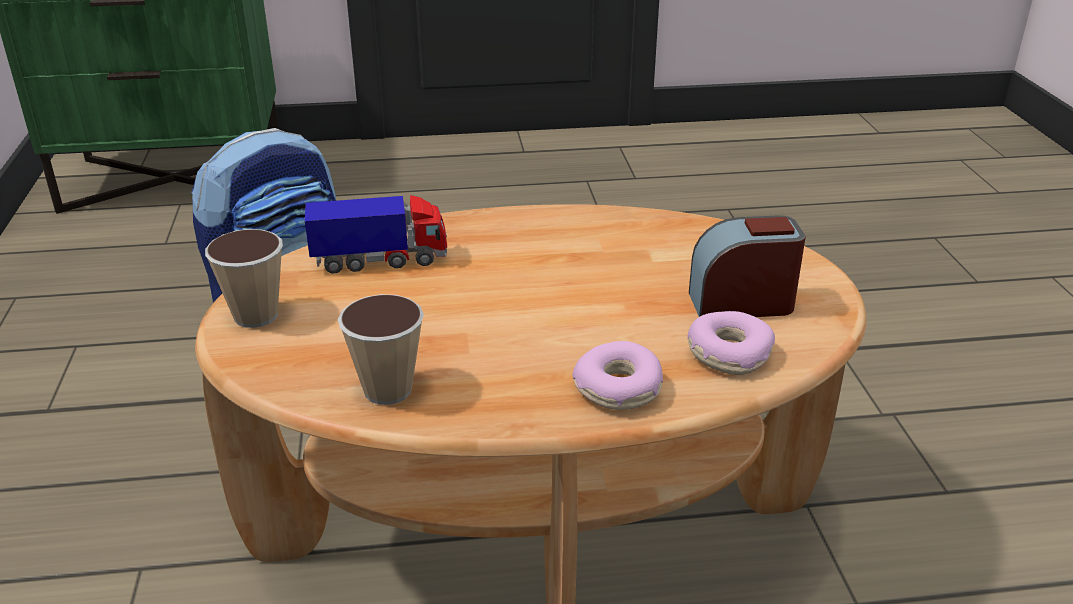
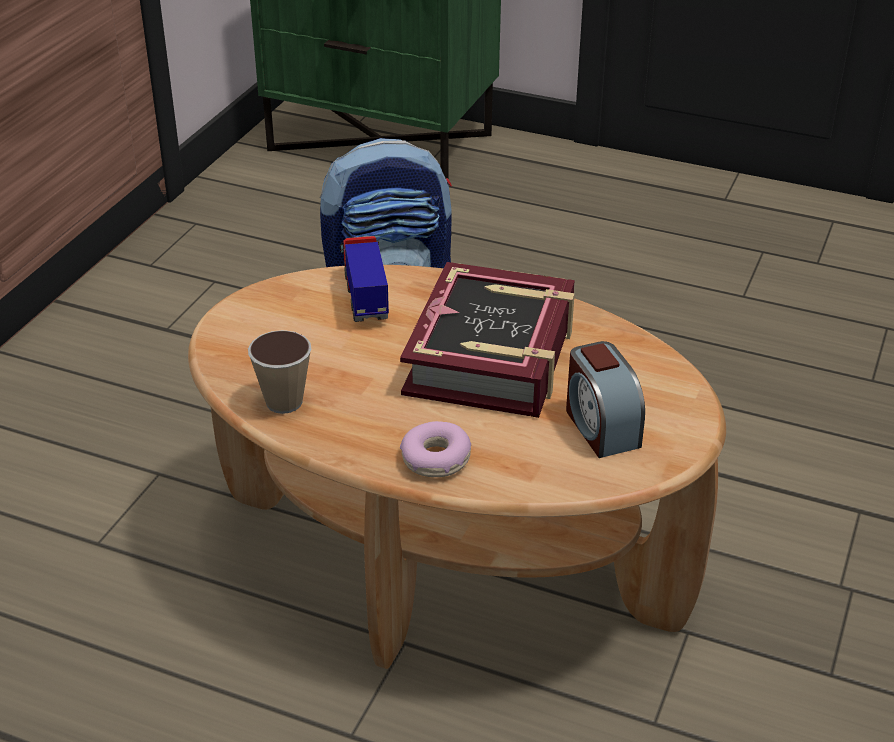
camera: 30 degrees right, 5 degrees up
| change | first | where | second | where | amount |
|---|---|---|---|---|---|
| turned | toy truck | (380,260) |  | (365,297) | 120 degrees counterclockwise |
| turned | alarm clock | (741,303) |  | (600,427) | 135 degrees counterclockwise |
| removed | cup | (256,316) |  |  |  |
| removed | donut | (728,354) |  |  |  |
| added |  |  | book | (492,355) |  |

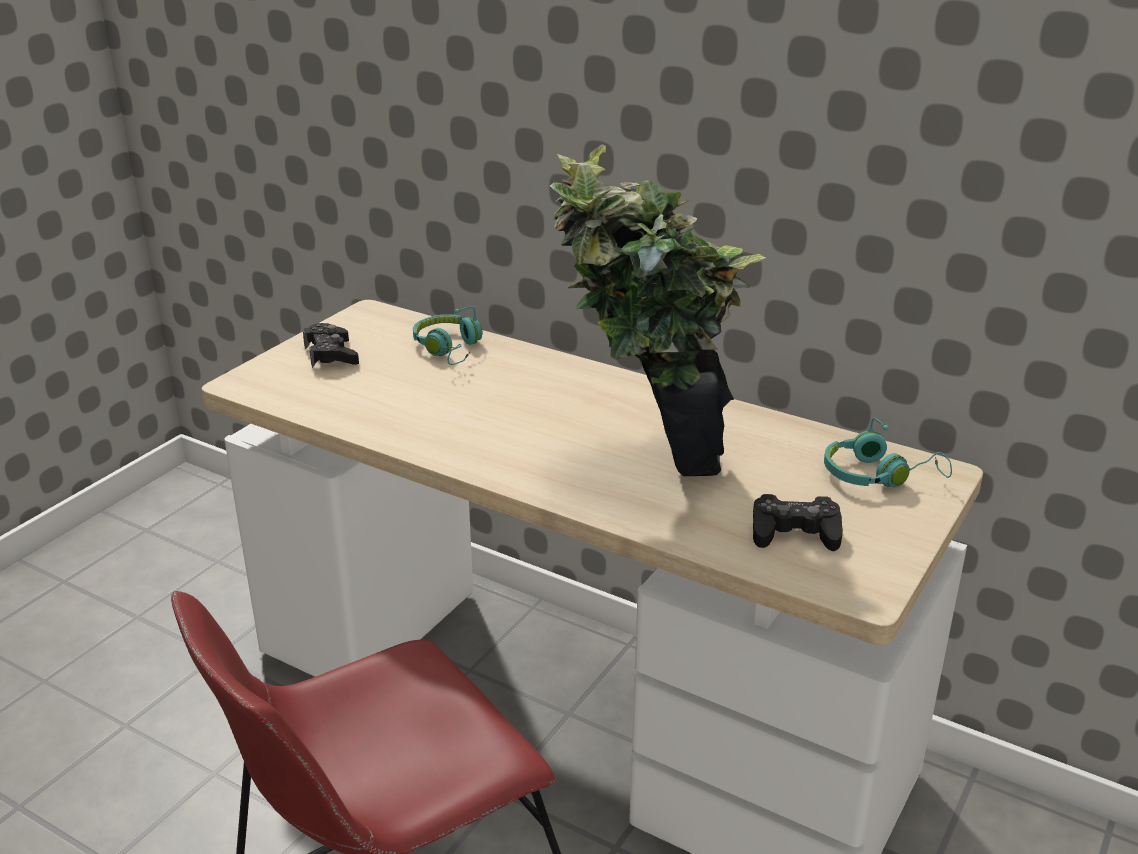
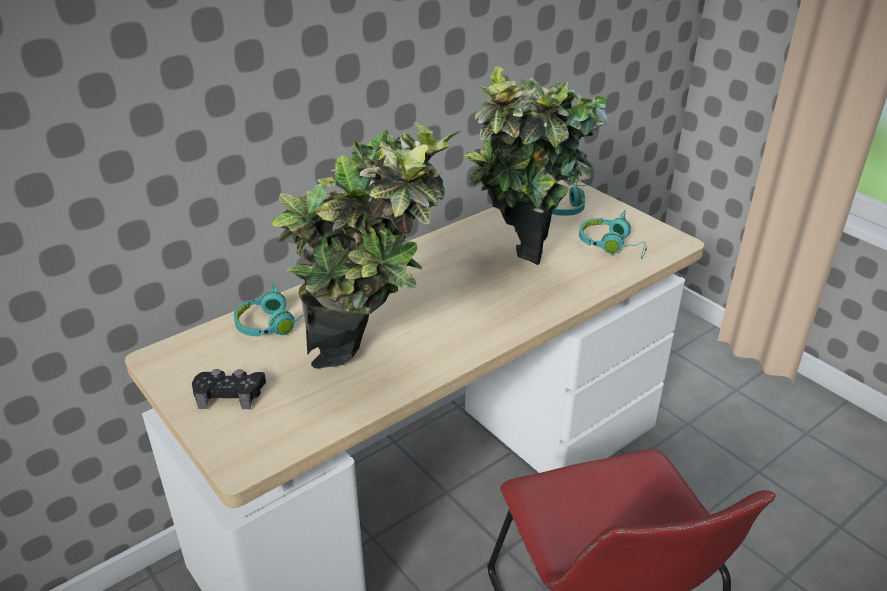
camera: 70 degrees left, 5 degrees up
| change | first | where | second | where | amount |
|---|---|---|---|---|---|
| replaced | game controller in black | (794,532) | headphones in turquoise | (612,246) |  |
| added |  |  | potted plant | (375,369) |  |

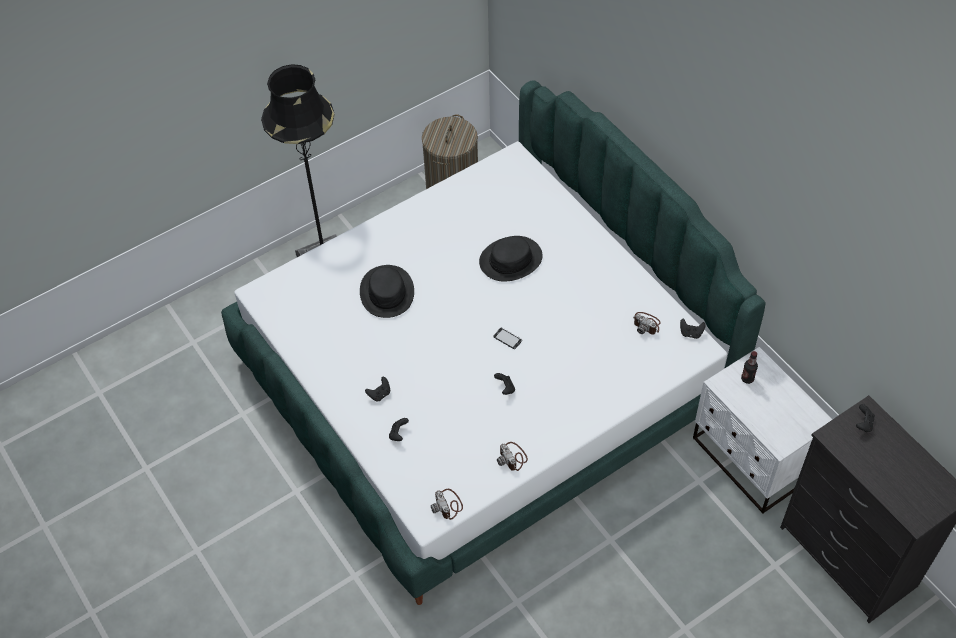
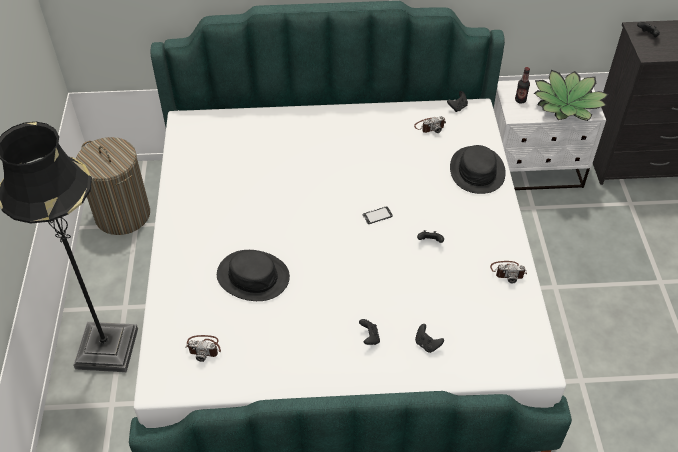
camera: 60 degrees left, 5 degrees down
| change | first | where | second | where | amount |
|---|---|---|---|---|---|
| moved | hat in black | (510,259) |  | (477,171) |  |
| moved | photo camera | (448,505) |  | (204,347) |  |
| added |  |  | potted plant | (567,104) |  |

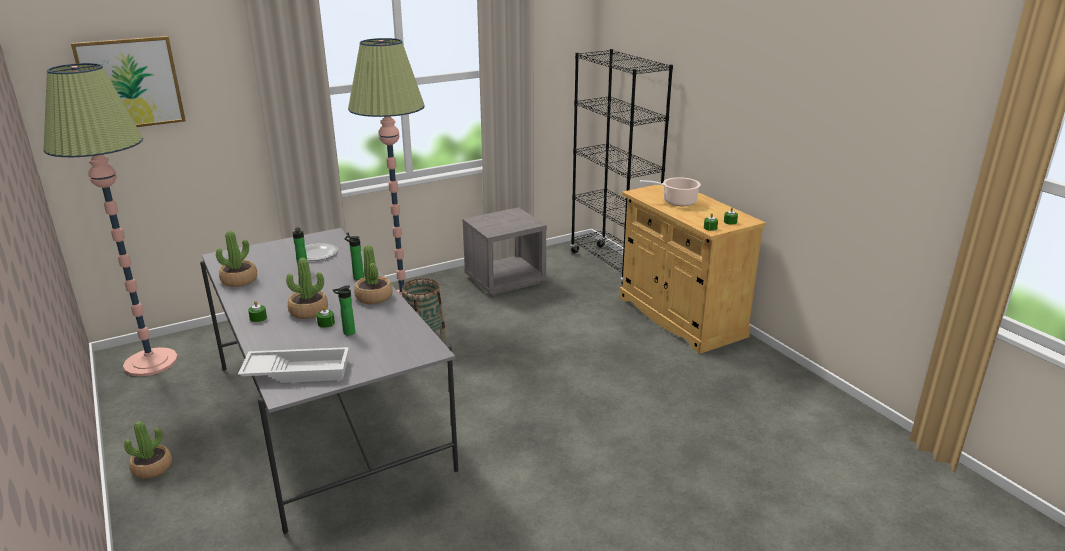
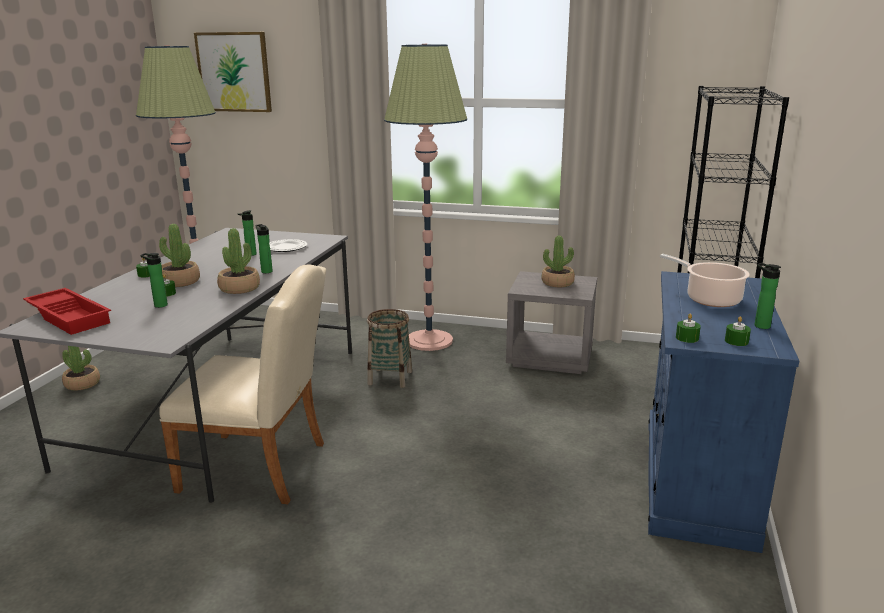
camera: 45 degrees right, 5 degrees down
| change | first | where | second | where | amount |
|---|---|---|---|---|---|
| recoloured | cabinet in beige | (680,316) | cabinet in blue | (696,479) |  |
| moved | potted plant | (239,280) |  | (557,283) |  |
| recoloured | tray in white | (298,371) | tray in red | (70,316) |  |
| added |  |  | bottle | (759,325) |  |
| added |  |  | chair in beige | (263,468) |  |

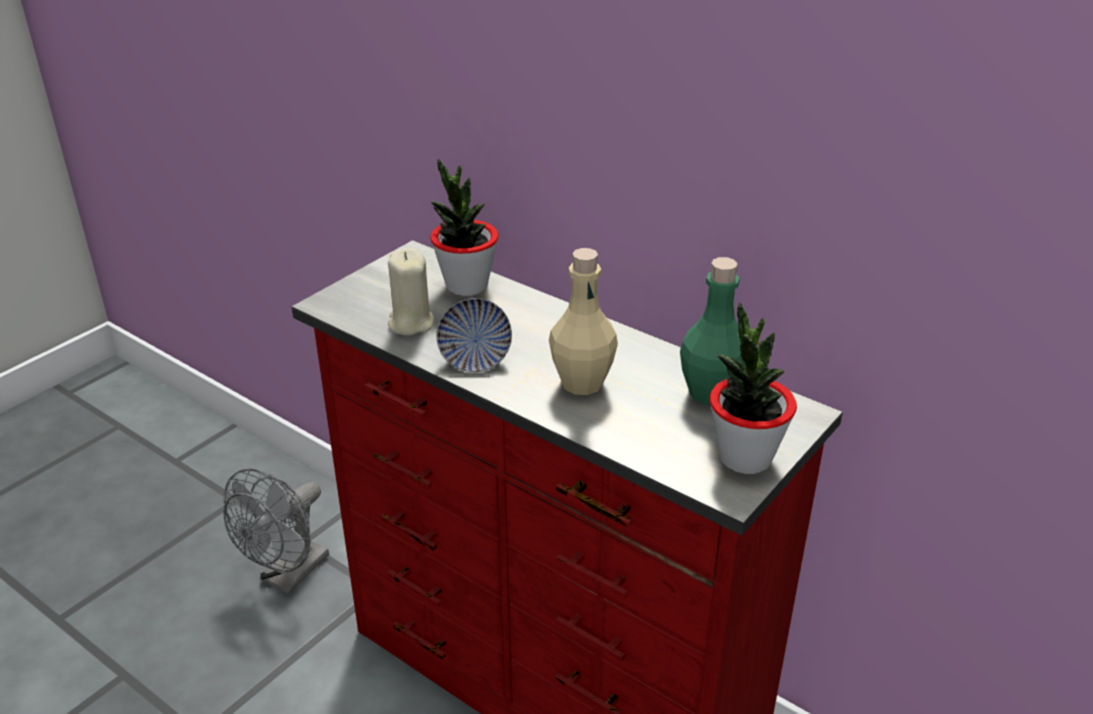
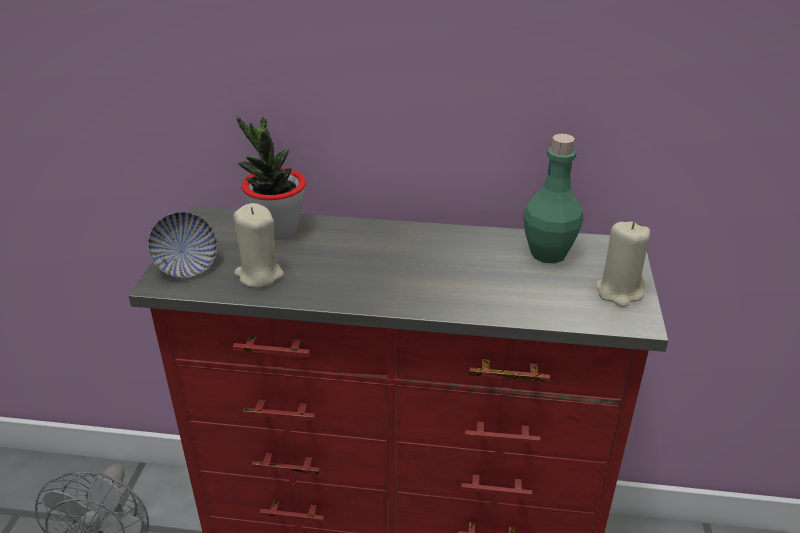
camera: 30 degrees left, 0 degrees up
| change | first | where | second | where | amount |
|---|---|---|---|---|---|
| removed | bottle in beige | (582,383) |  |  |  |
| moved | bowl | (475,359) |  | (186,266) |  |
| replaced | potted plant | (744,457) | candle in beige | (619,292) |  |

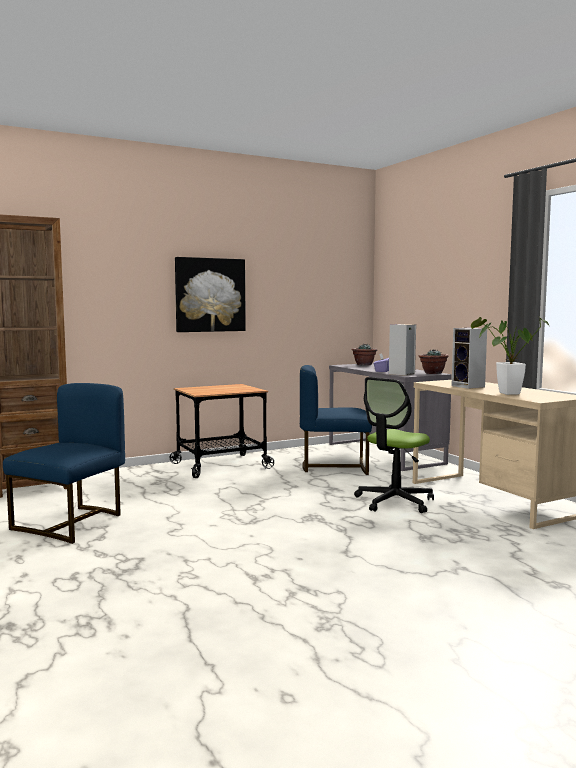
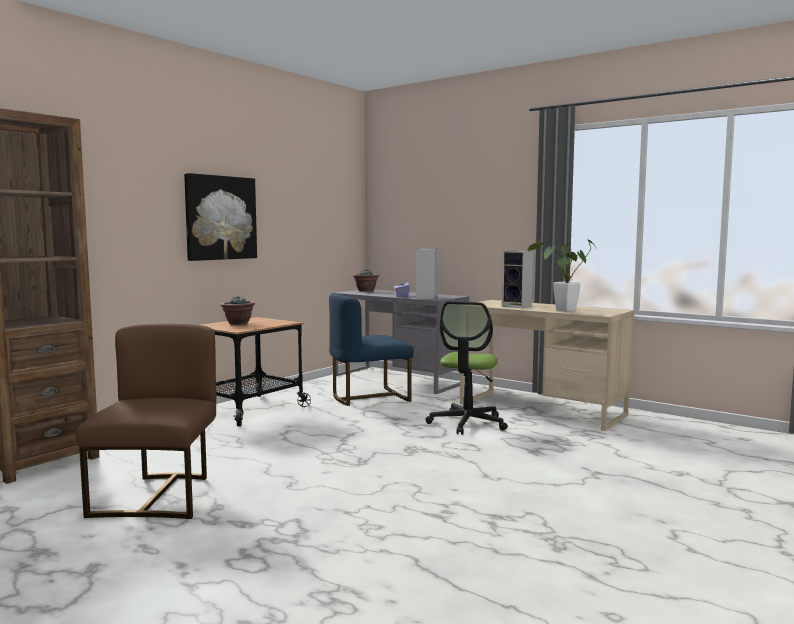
camera: 25 degrees left, 0 degrees up
| change | first | where | second | where | amount |
|---|---|---|---|---|---|
| moved | potted plant | (433,373) |  | (238,323) |  |
| recoloured | chair in blue | (72,523) | chair in brown | (158,496) |  |

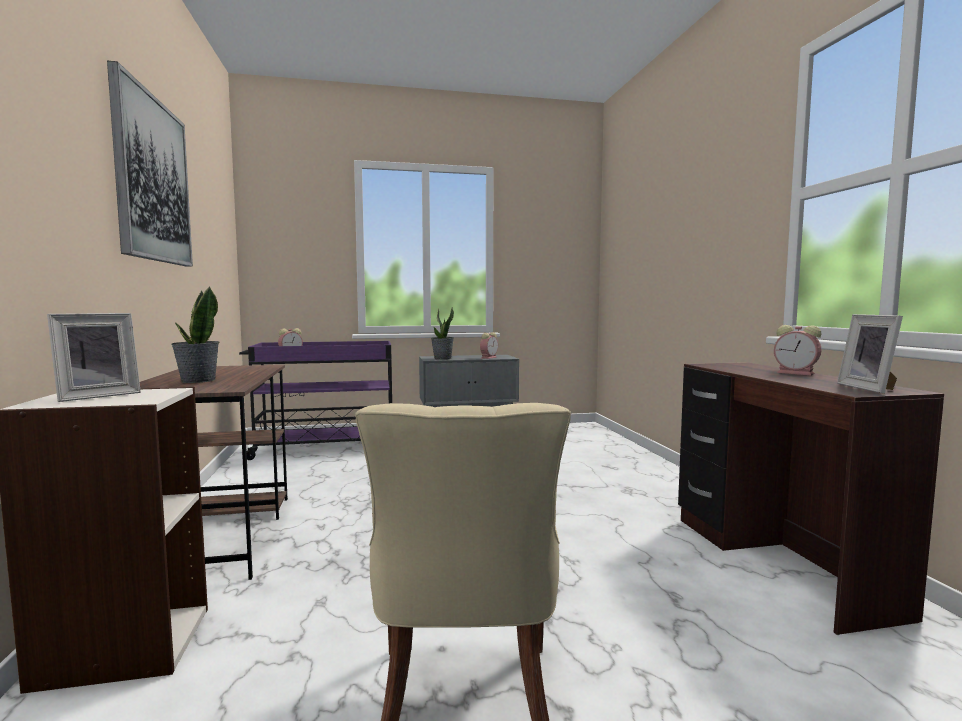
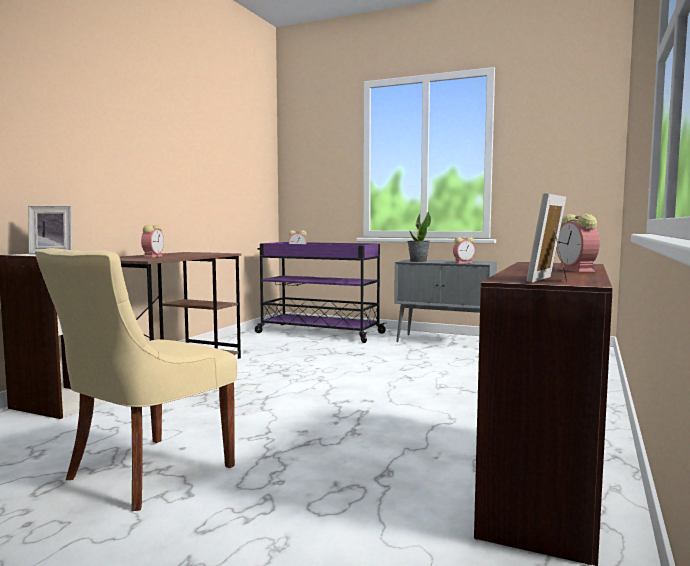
camera: 35 degrees right, 0 degrees up
| change | first | where | second | where | amount |
|---|---|---|---|---|---|
| removed | picture | (152,180) |  |  |  |
| replaced | potted plant | (197,380) | alarm clock | (153,256) |  |

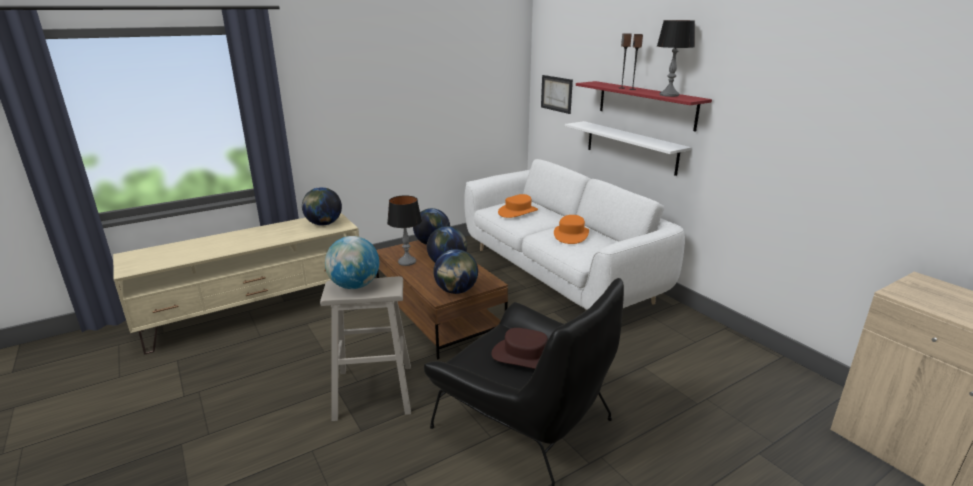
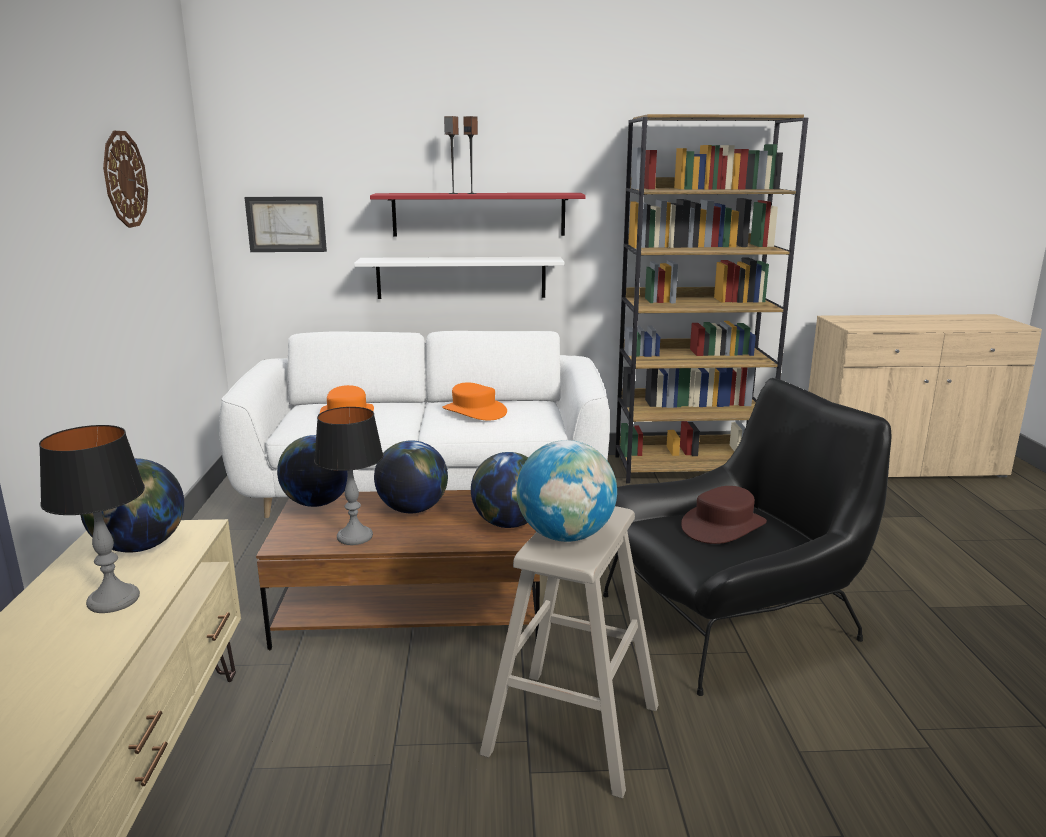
camera: 60 degrees left, 5 degrees down
| change | first | where | second | where | amount |
|---|---|---|---|---|---|
| moved | table lamp | (669,95) |  | (113,600) |  |
| added |  |  | bookcase in brown | (690,468) |  |
| added |  |  | wall clock | (124,179) |  |

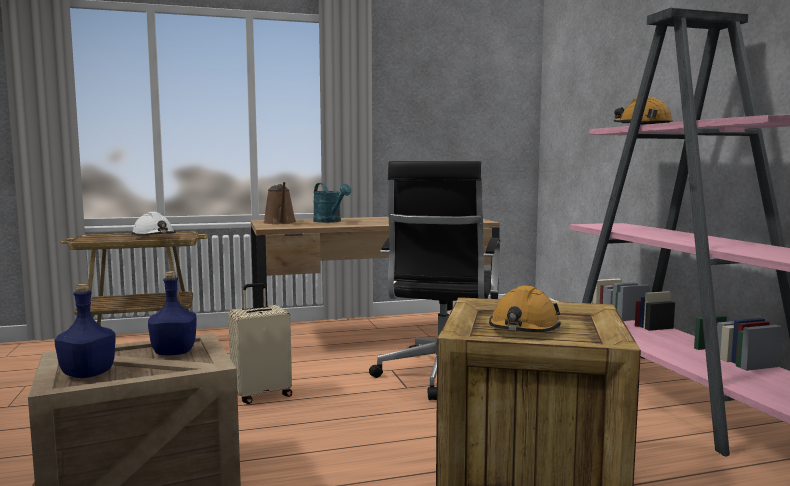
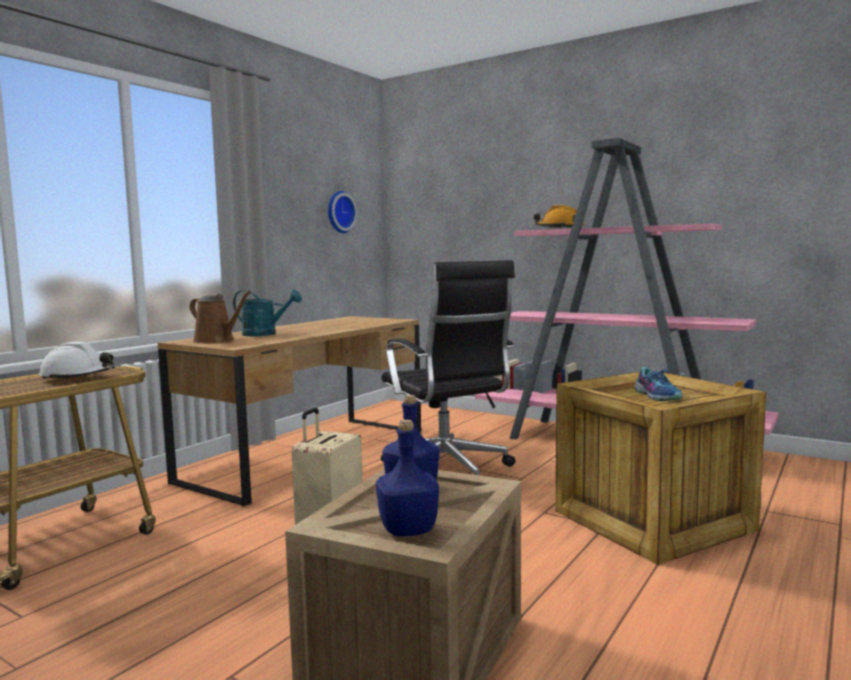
camera: 40 degrees left, 0 degrees up
| change | first | where | second | where | amount |
|---|---|---|---|---|---|
| replaced | hard hat in orange | (524,329) | shoe | (658,396) |  |
| added |  |  | wall clock | (339,212) |  |

